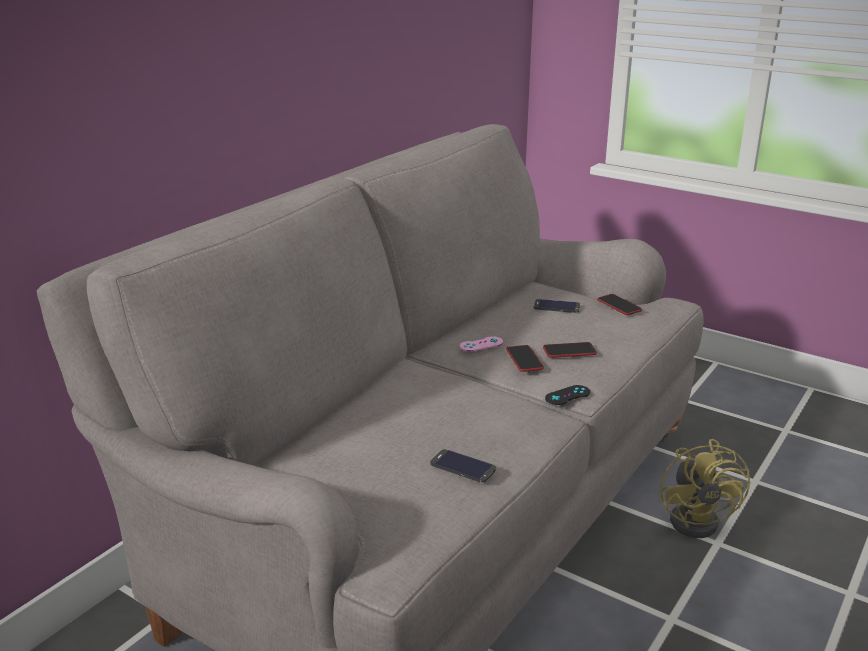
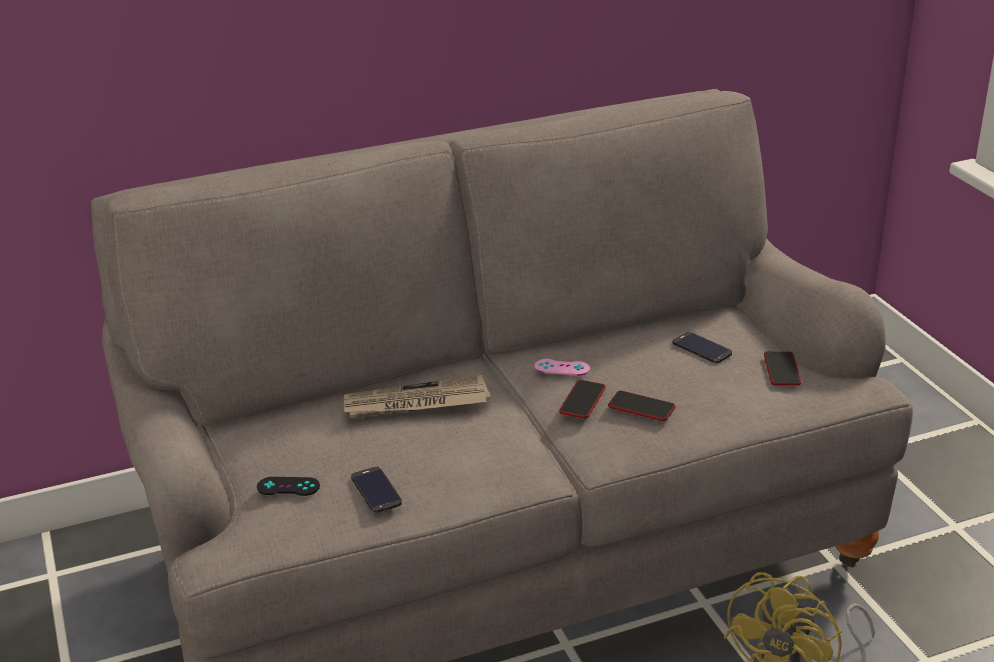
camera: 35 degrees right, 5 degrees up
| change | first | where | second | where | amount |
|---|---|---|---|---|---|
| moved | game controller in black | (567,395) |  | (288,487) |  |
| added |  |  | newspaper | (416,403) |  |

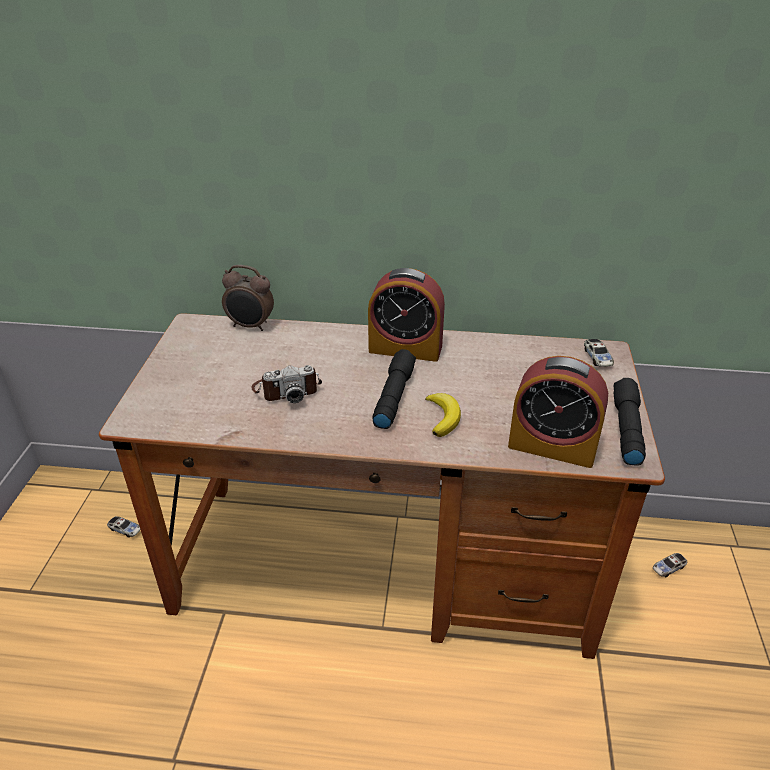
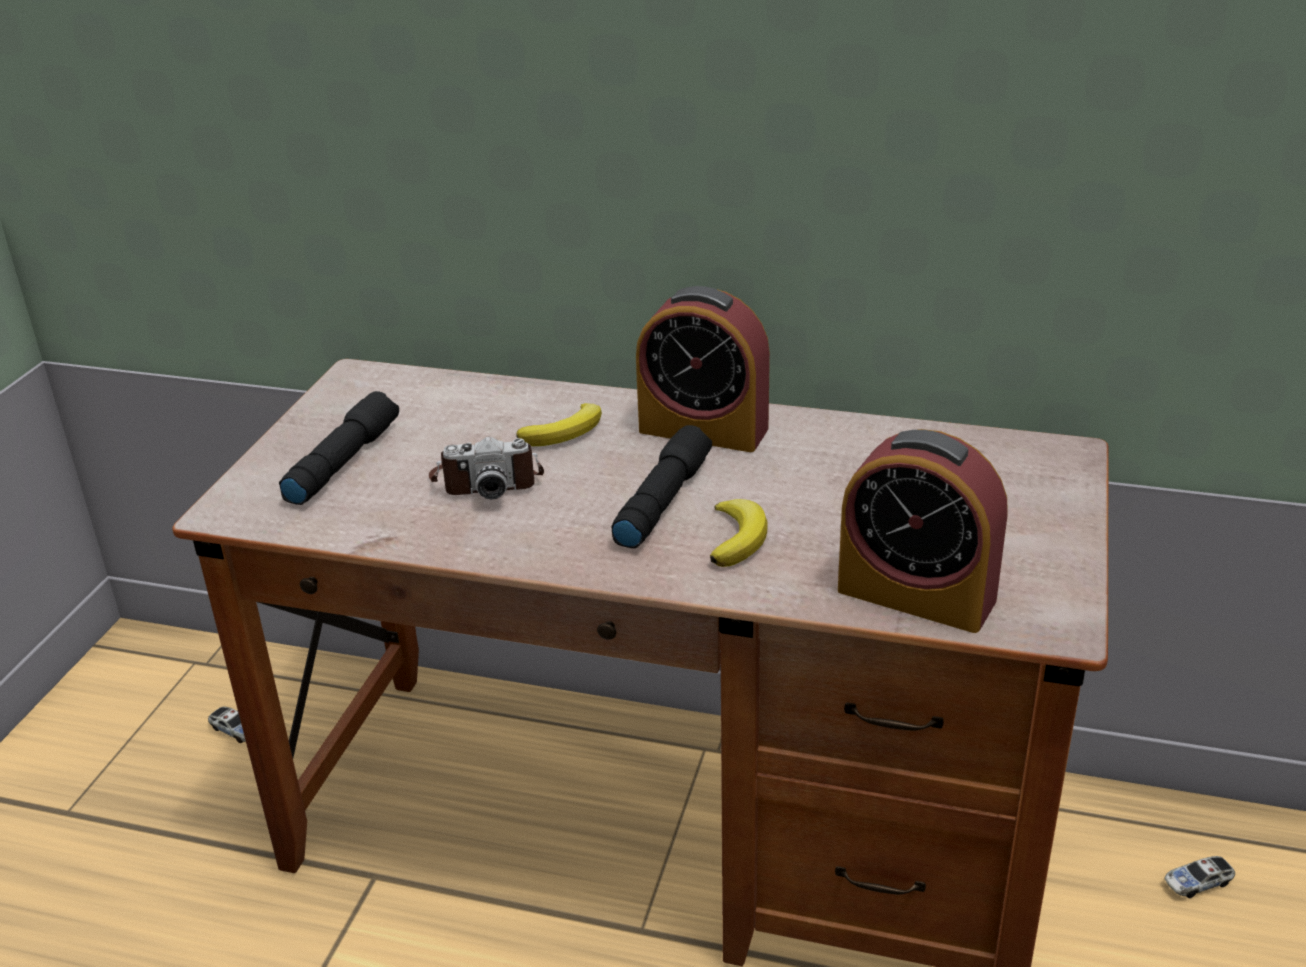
camera: 10 degrees right, 5 degrees down
| change | first | where | second | where | amount |
|---|---|---|---|---|---|
| removed | alarm clock | (250,326) |  |  |  |
| removed | toy car | (597,358) |  |  |  |
| moved | flashlight in black | (625,428) |  | (342,462) |  |
| added |  |  | banana | (565,431) |  |

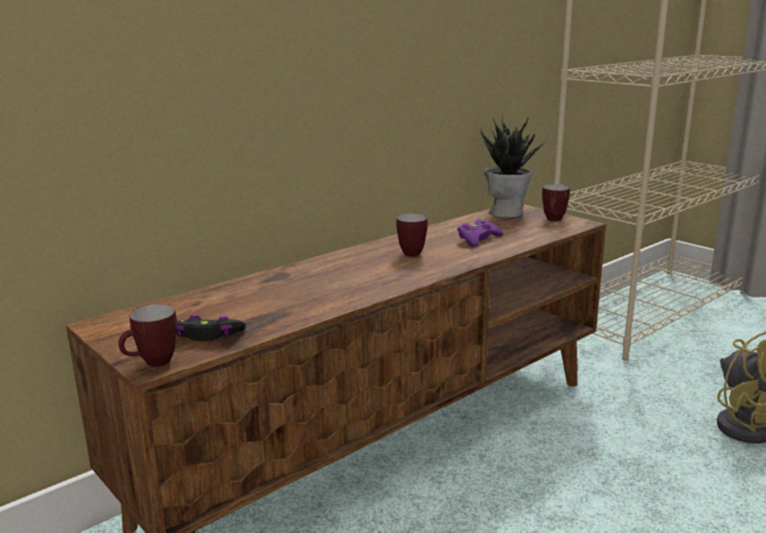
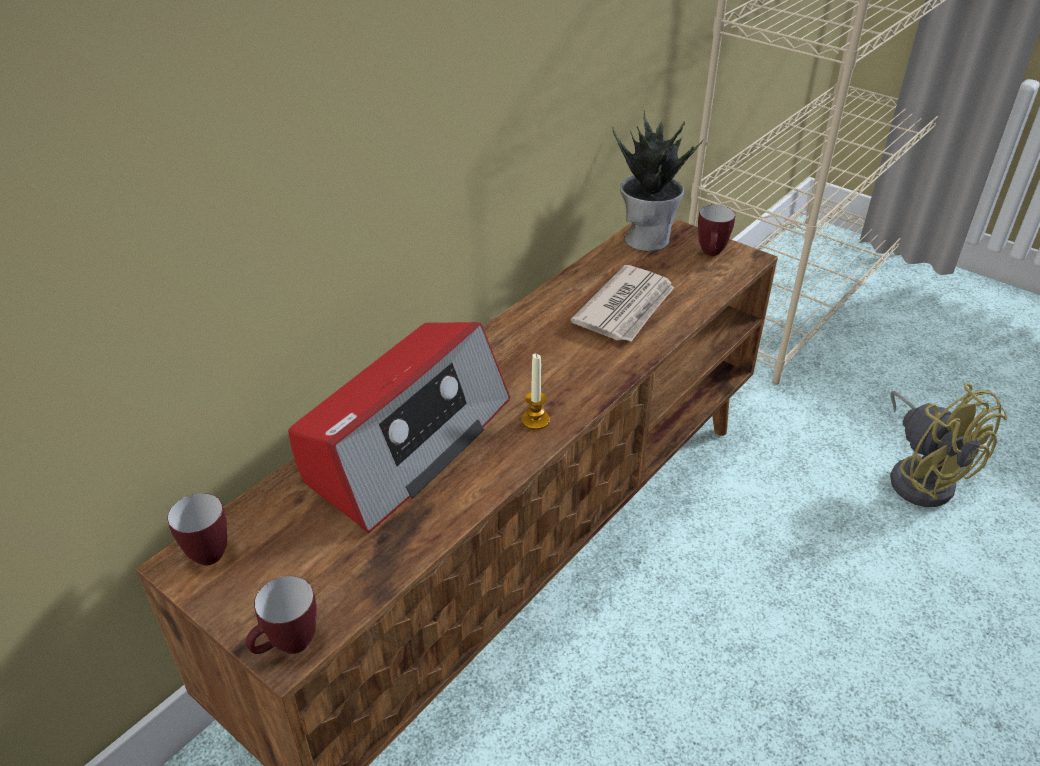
camera: 10 degrees left, 20 degrees up
| change | first | where | second | where | amount |
|---|---|---|---|---|---|
| moved | mug | (411,252) |  | (209,549) |  |
| replaced | game controller in purple | (478,239) | newspaper | (627,308) |  |
| removed | game controller in black | (208,336) |  |  |  |
| added |  |  | radio | (405,442) |  |
| added |  |  | candle | (535,420) |  |

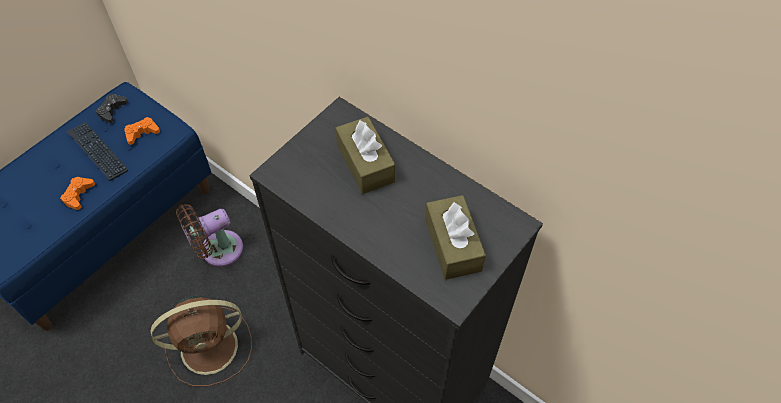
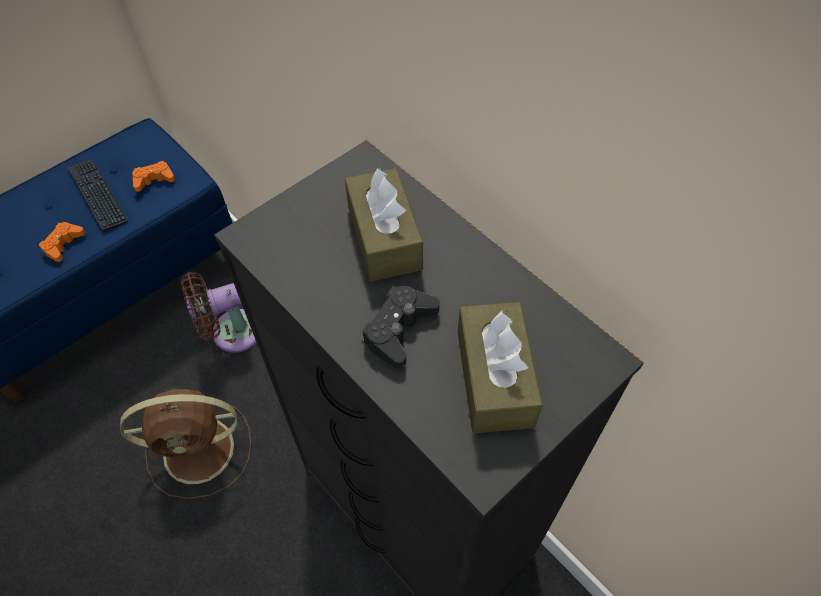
camera: 10 degrees right, 0 degrees up
| change | first | where | second | where | amount |
|---|---|---|---|---|---|
| moved | game controller in black | (112,111) |  | (399,329) |  |

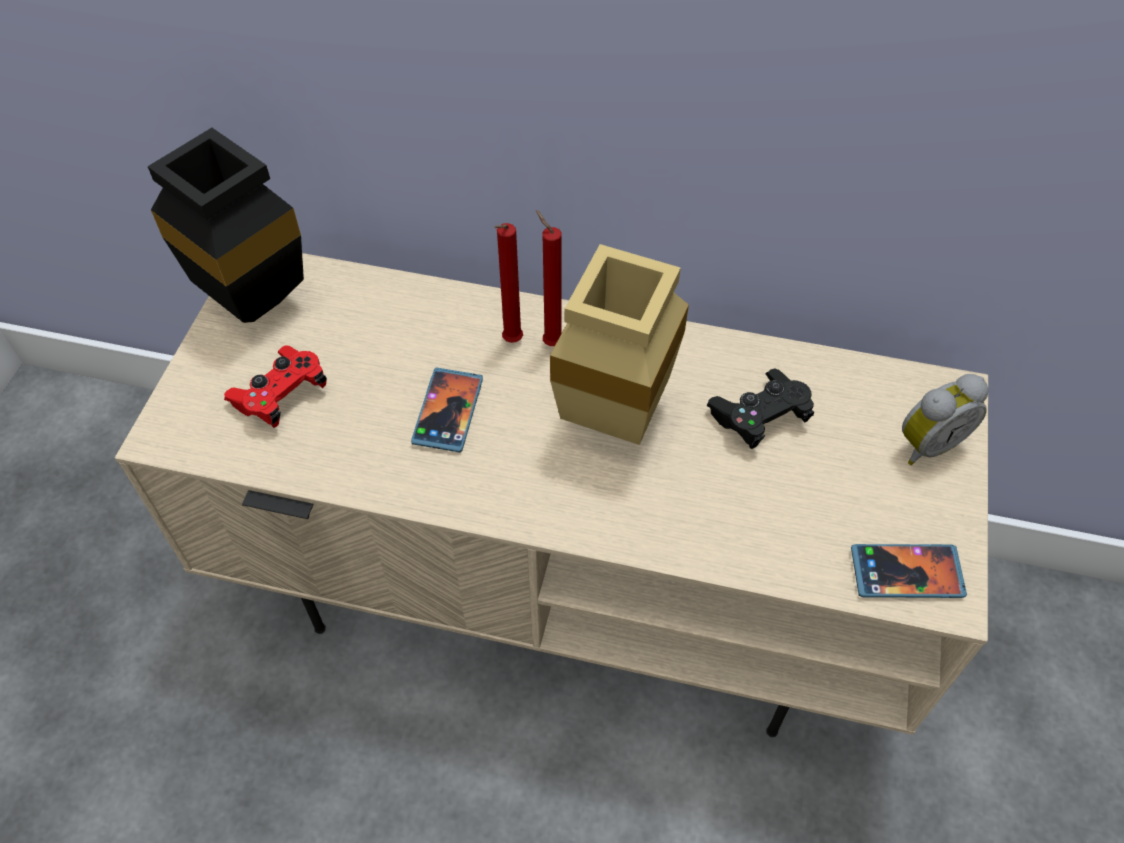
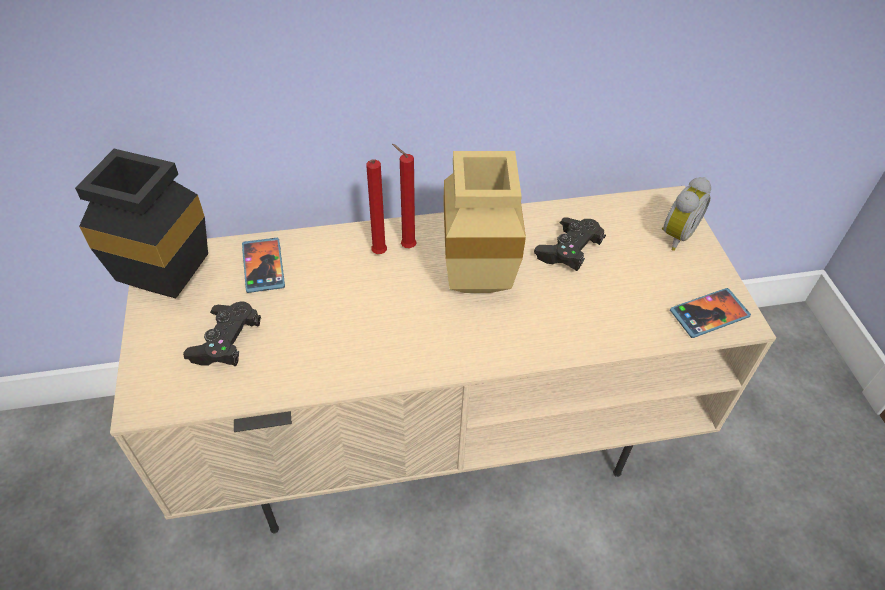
camera: 25 degrees left, 5 degrees down
| change | first | where | second | where | amount |
|---|---|---|---|---|---|
| recoloured | game controller in red | (281,396) | game controller in black | (226,343) |  |
| moved | phone | (448,412) |  | (263,266) |  |

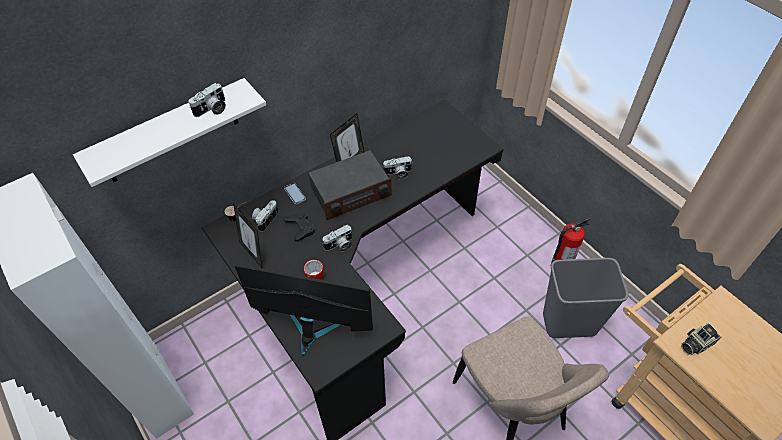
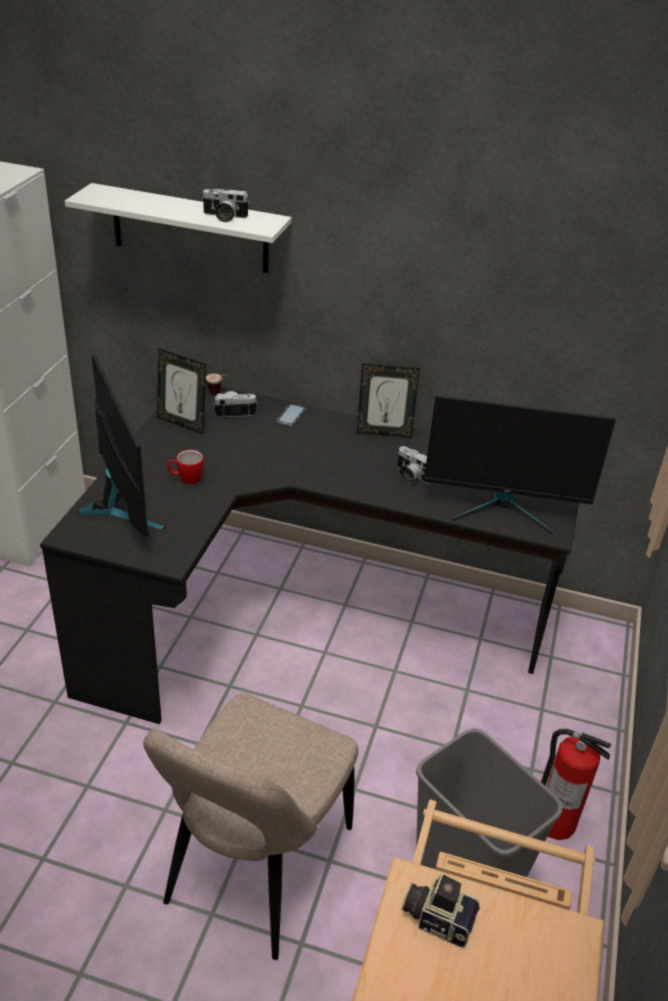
camera: 50 degrees right, 15 degrees down
| change | first | where | second | where | amount |
|---|---|---|---|---|---|
| removed | radio | (350,192) |  |  |  |
| turned | picture frame | (253,253) |  | (182,423) | 75 degrees counterclockwise |
| removed | game controller in black | (300,228) |  |  |  |
| removed | photo camera | (340,245) |  |  |  |
| added |  |  | monitor | (504,508) |  |

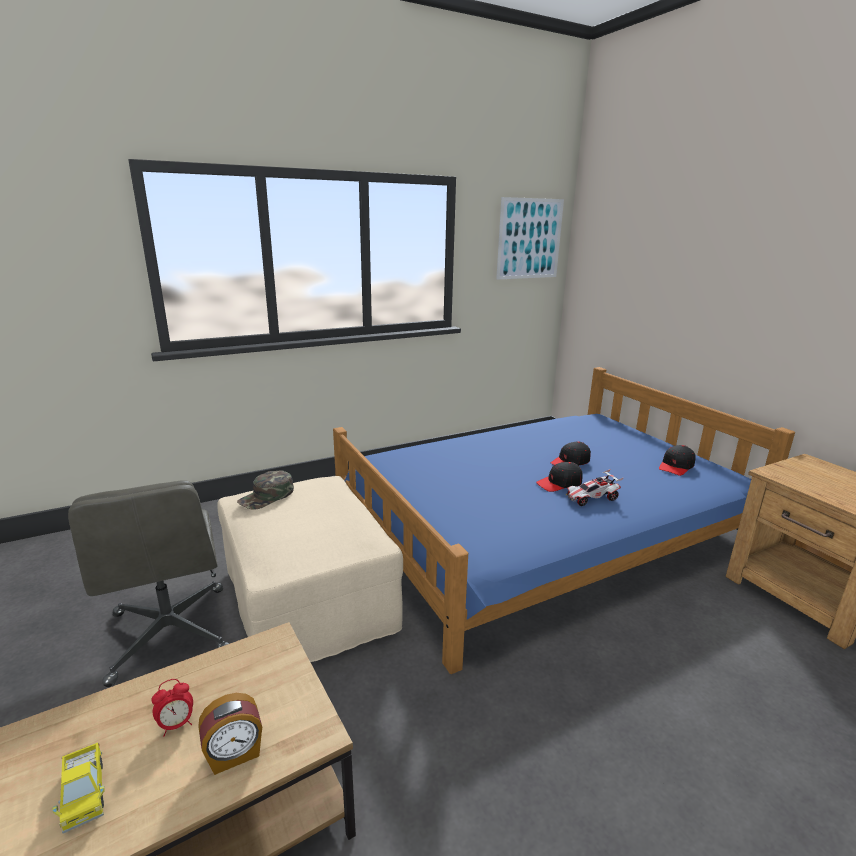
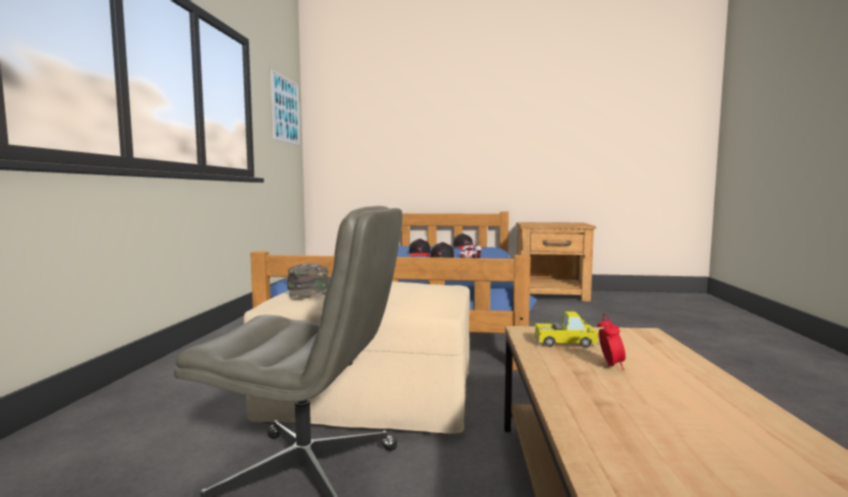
camera: 55 degrees left, 15 degrees down
| change | first | where | second | where | amount |
|---|---|---|---|---|---|
| removed | alarm clock | (235,754) |  |  |  |
| moved | toy truck | (84,794) |  | (565,343) |  |

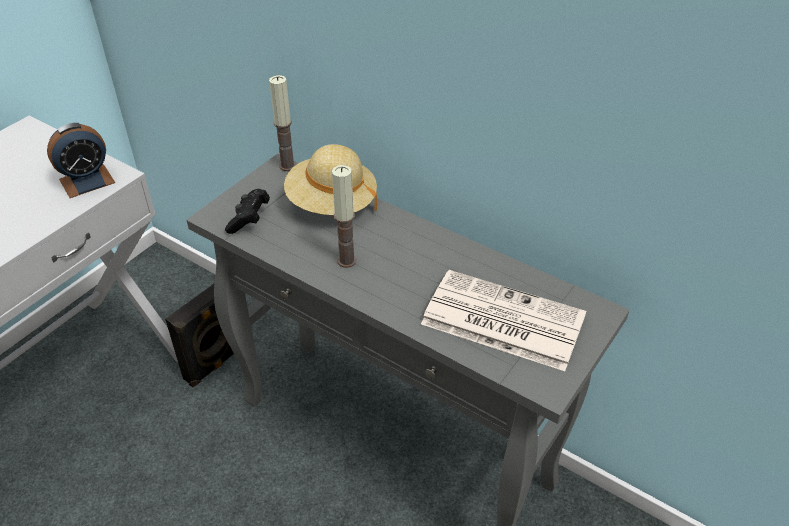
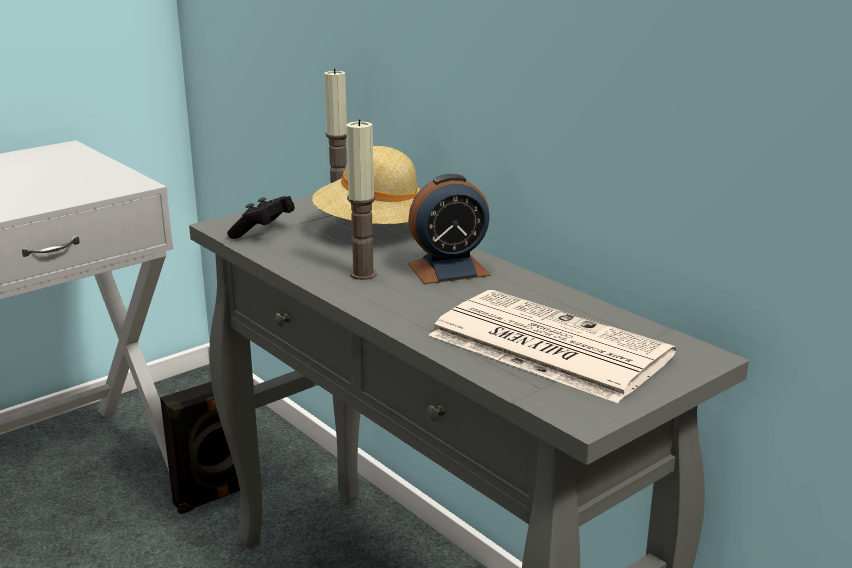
camera: 15 degrees right, 20 degrees down
| change | first | where | second | where | amount |
|---|---|---|---|---|---|
| moved | alarm clock | (87,181) |  | (448,269) |  |

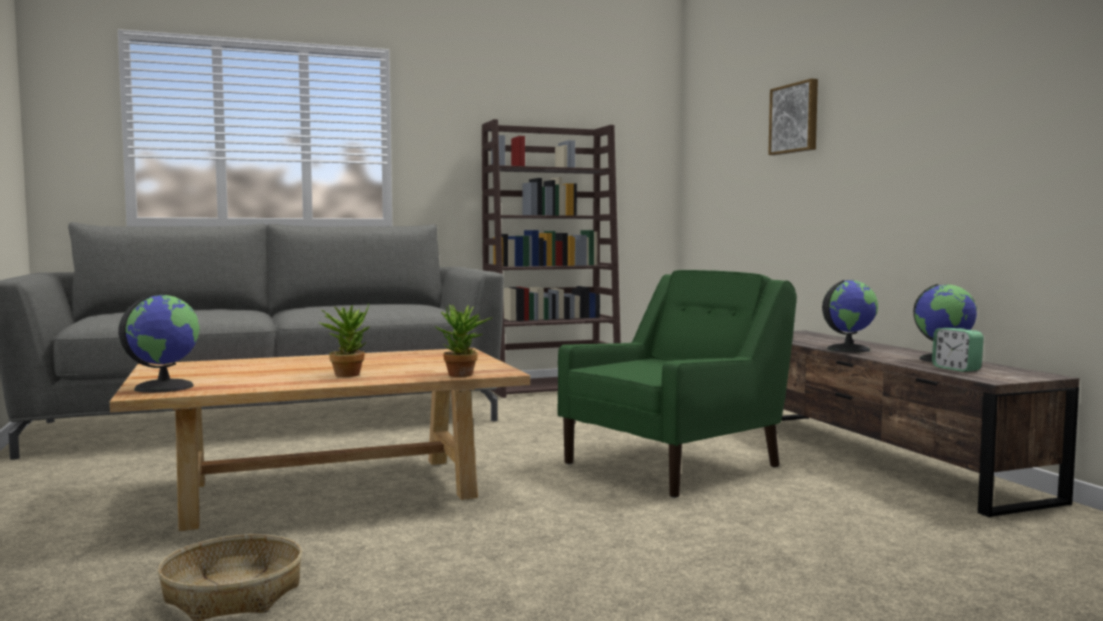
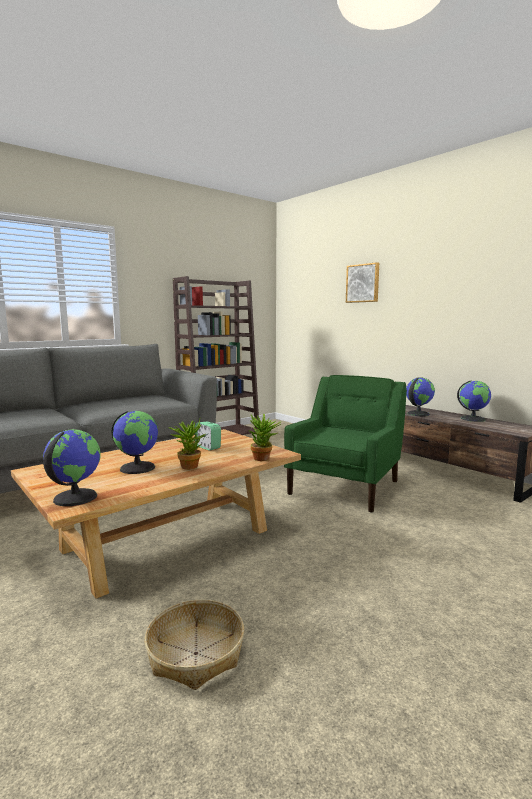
camera: 20 degrees left, 5 degrees up
| change | first | where | second | where | amount |
|---|---|---|---|---|---|
| moved | alarm clock | (956,369) |  | (208,447) |  |
| added |  |  | globe | (137,467) |  |

